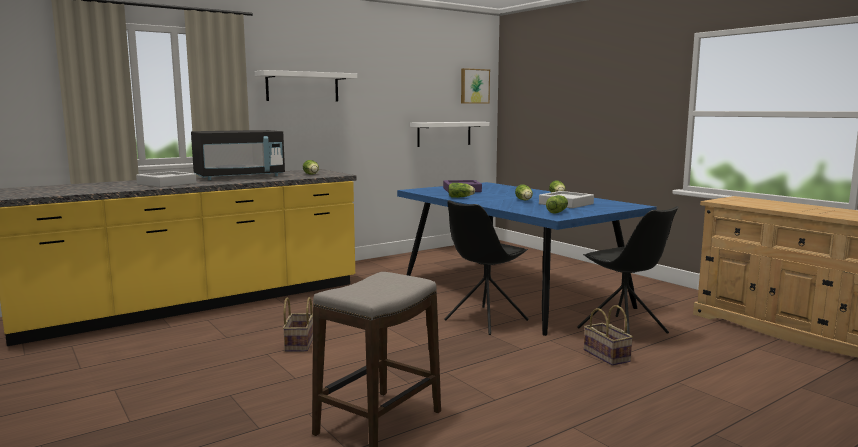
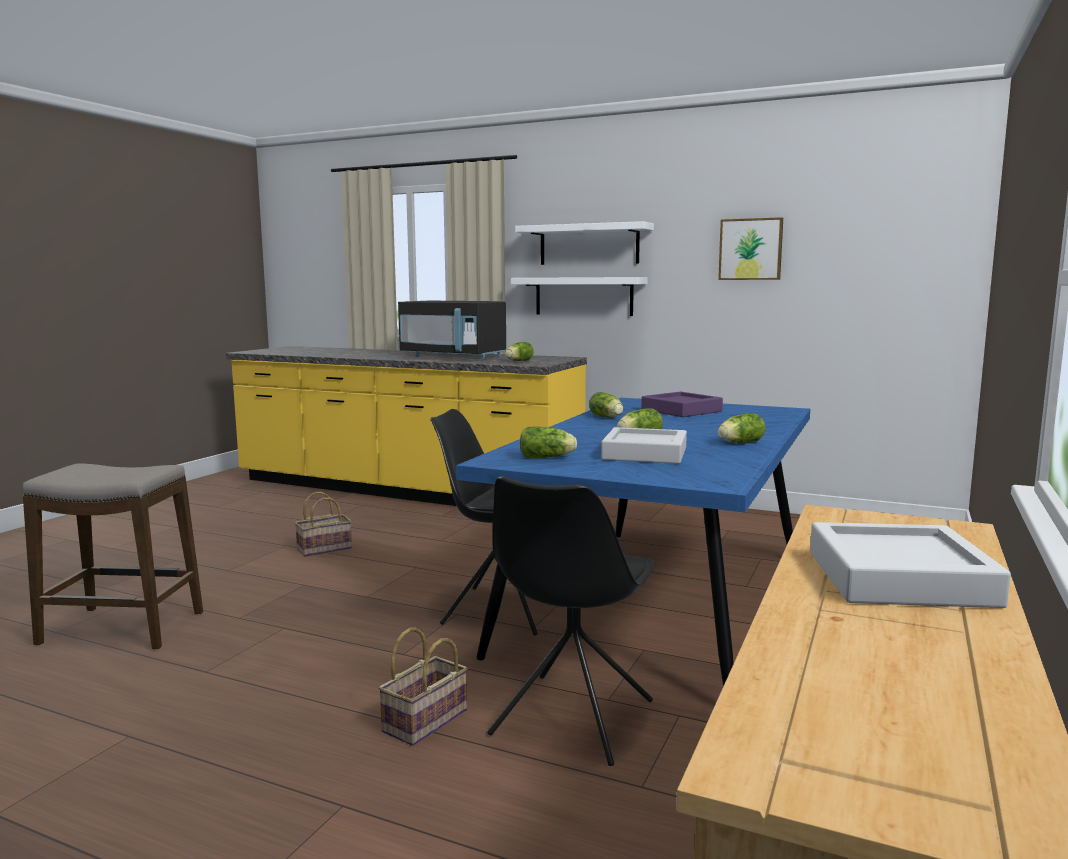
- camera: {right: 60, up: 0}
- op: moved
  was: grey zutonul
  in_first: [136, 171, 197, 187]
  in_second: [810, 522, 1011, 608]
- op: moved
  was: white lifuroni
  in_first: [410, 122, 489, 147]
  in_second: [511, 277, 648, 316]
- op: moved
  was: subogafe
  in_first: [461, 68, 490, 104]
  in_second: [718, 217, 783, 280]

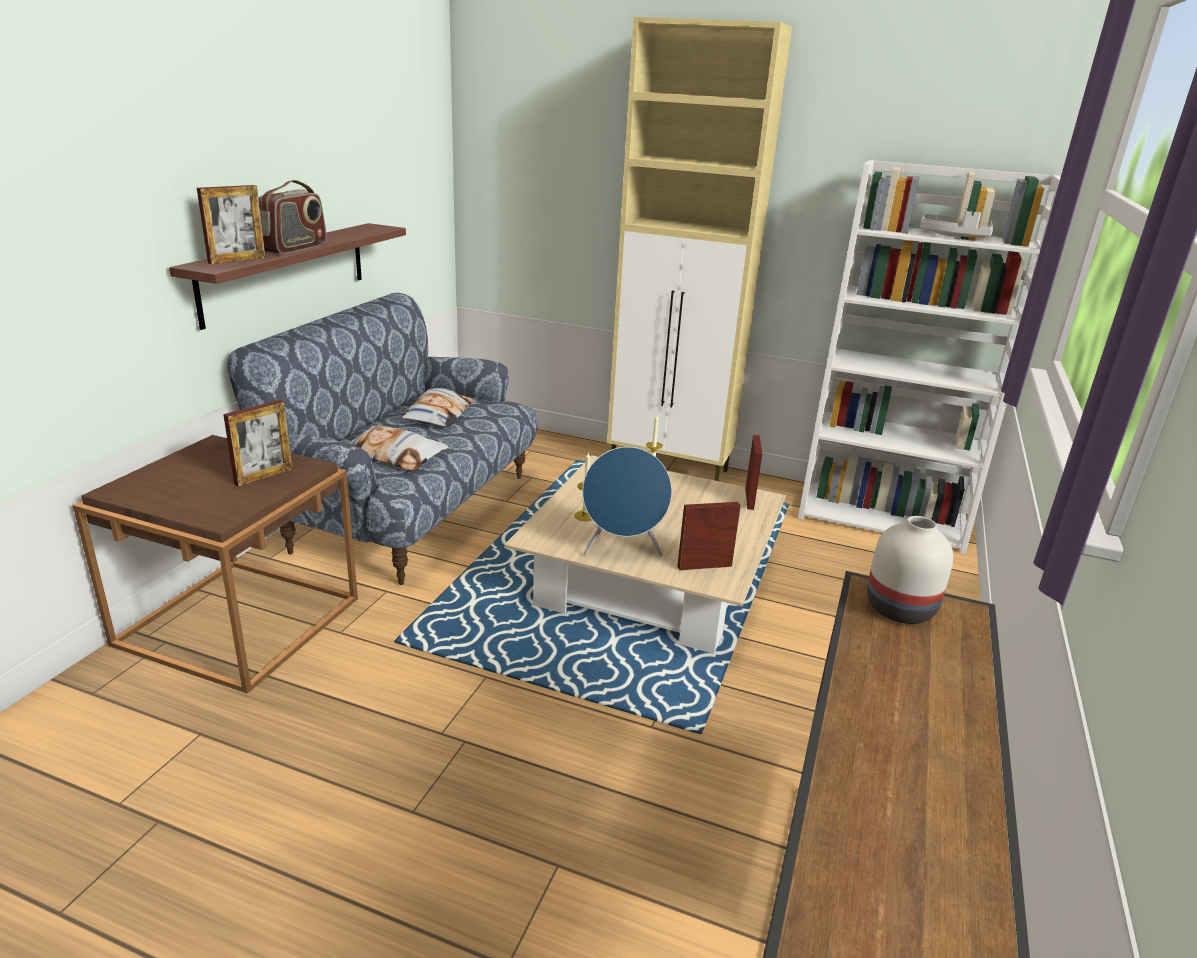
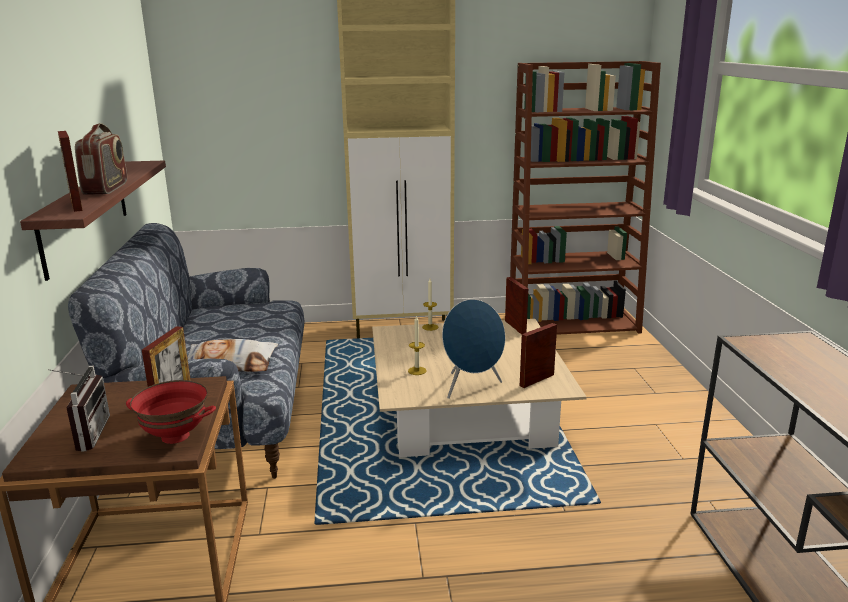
- camera: {right: -25, up: -5}
- op: turned
  was: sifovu
  in_first: [197, 185, 266, 264]
  in_second: [58, 131, 83, 212]
  clockwise: 135
- op: removed
  was: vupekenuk
  in_first: [401, 388, 474, 428]
- op: recoloured
  was: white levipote
  now: brown levipote
  in_first: [798, 160, 1061, 554]
  in_second: [510, 61, 661, 335]
- op: removed
  was: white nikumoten
  in_first: [867, 516, 953, 624]
- op: removed
  was: grey zutonul
  in_first: [920, 211, 993, 237]
- op: added
  now: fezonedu
  in_second: [48, 366, 110, 452]
- op: added
  now: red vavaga
  in_second: [126, 380, 216, 444]

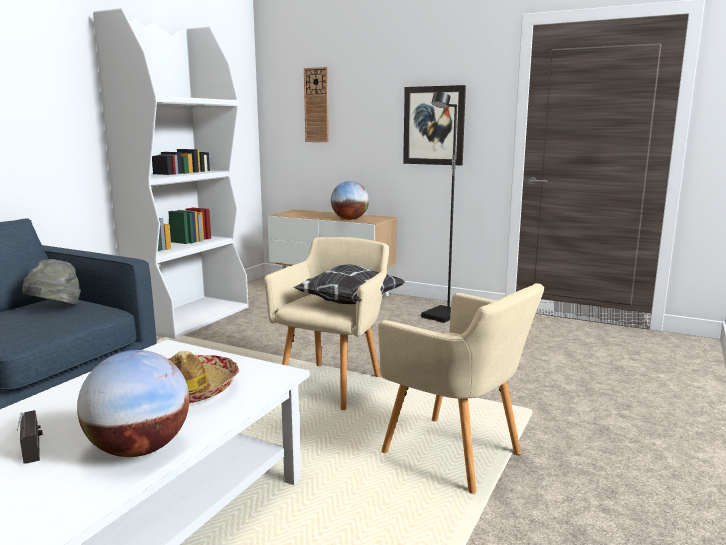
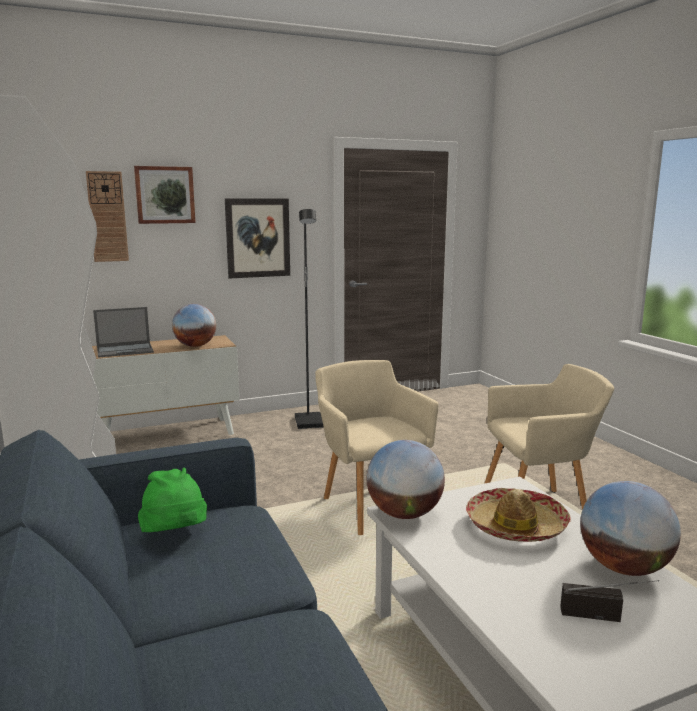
- camera: {right: -50, up: 0}
- op: recoloured
  was: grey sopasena
  now: green sopasena
  in_first: [22, 259, 81, 305]
  in_second: [138, 468, 207, 532]
- op: removed
  was: vupekenuk
  in_first: [293, 264, 405, 304]
- op: added
  now: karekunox
  in_second: [93, 307, 154, 358]
- op: added
  now: subogafe
  in_second: [134, 166, 196, 224]
- op: added
  now: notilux
  in_second: [367, 440, 445, 519]

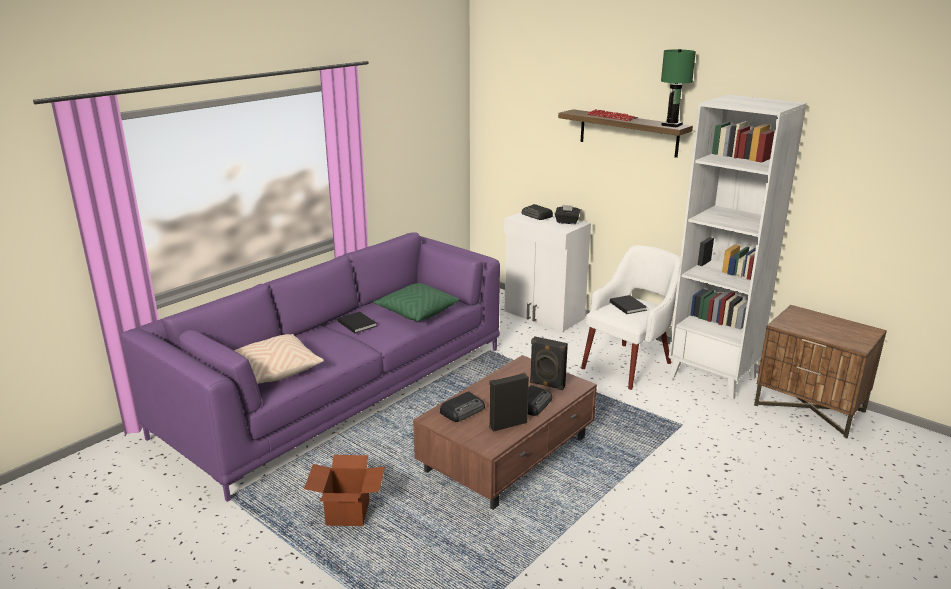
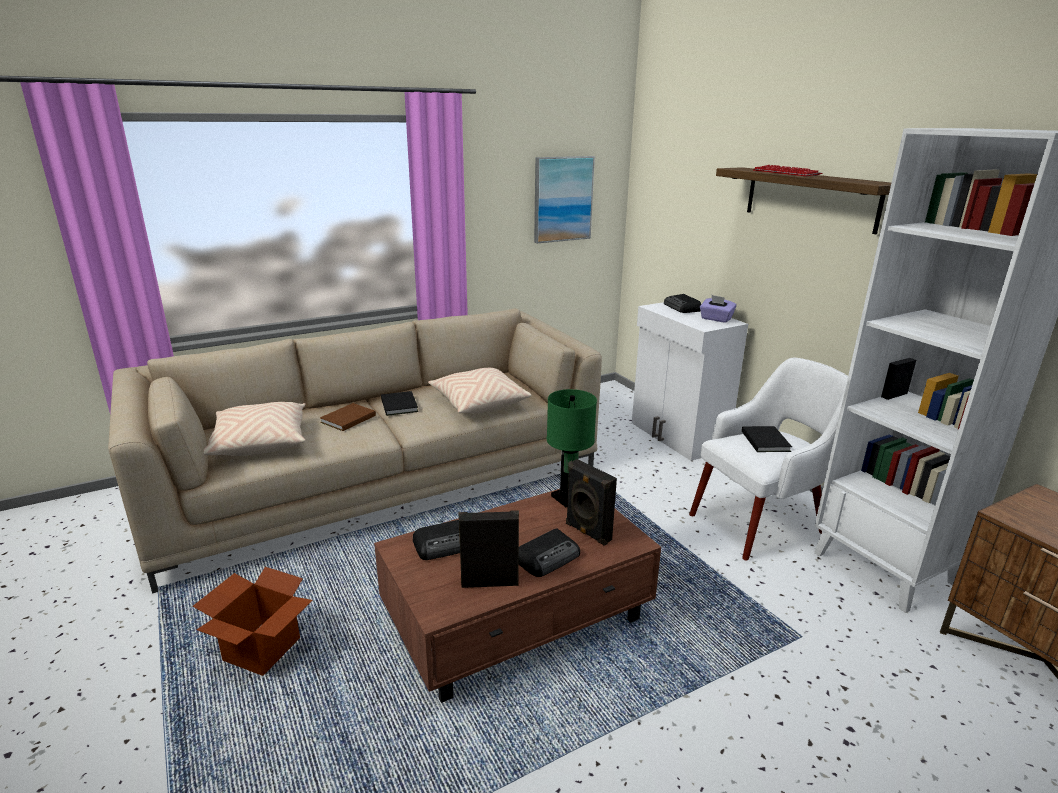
- camera: {right: 20, up: 0}
- op: recoloured
  was: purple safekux
  now: beige safekux
  in_first: [121, 232, 500, 502]
  in_second: [108, 308, 602, 593]
- op: recoloured
  was: green vupekenuk
  now: beige vupekenuk
  in_first: [373, 283, 459, 321]
  in_second: [428, 368, 532, 413]
- op: recoloured
  was: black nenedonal
  now: purple nenedonal
  in_first: [555, 205, 581, 224]
  in_second: [700, 295, 737, 323]
- op: moved
  was: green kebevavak
  in_first: [661, 49, 696, 127]
  in_second: [547, 389, 597, 507]
- op: added
  now: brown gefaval
  in_second: [320, 403, 376, 431]
- op: added
  now: subogafe
  in_second: [534, 156, 595, 243]

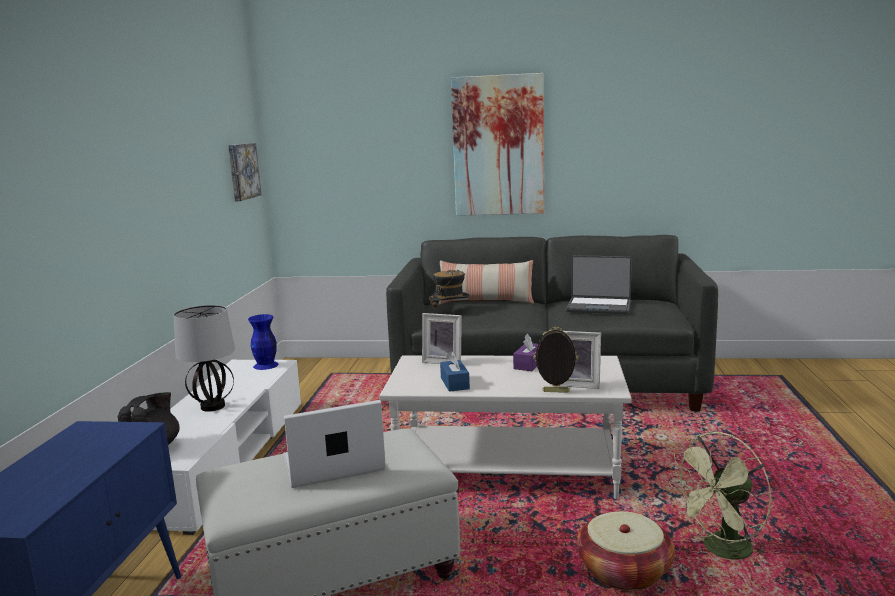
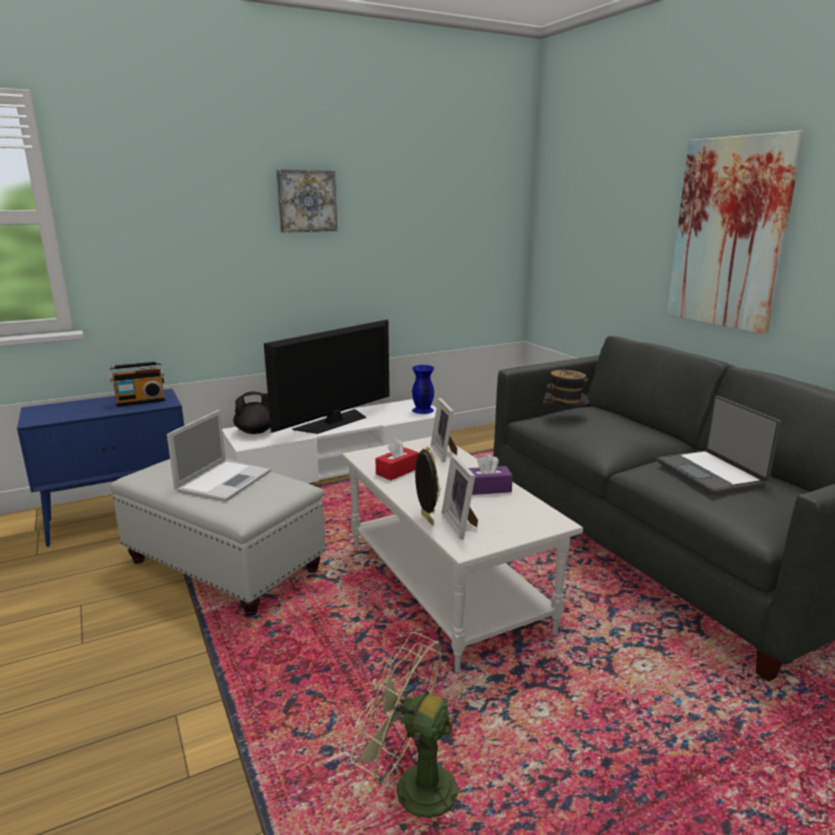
- camera: {right: 55, up: 5}
- op: replaced
  was: kebevavak
  now: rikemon
  in_first: [174, 305, 235, 412]
  in_second: [264, 320, 390, 434]
- op: moved
  was: subogafe
  in_first: [228, 143, 261, 201]
  in_second: [276, 170, 337, 233]
- op: turned
  was: karekunox
  in_first: [283, 400, 386, 488]
  in_second: [167, 410, 271, 502]
  clockwise: 75
- op: removed
  was: vupekenuk
  in_first: [438, 260, 534, 305]
- op: recoloured
  was: blue nenedonal
  now: red nenedonal
  in_first: [440, 351, 470, 392]
  in_second: [375, 439, 419, 481]
- op: removed
  was: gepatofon
  in_first: [577, 511, 675, 591]
- op: added
  now: fezonedu
  in_second: [109, 361, 165, 407]

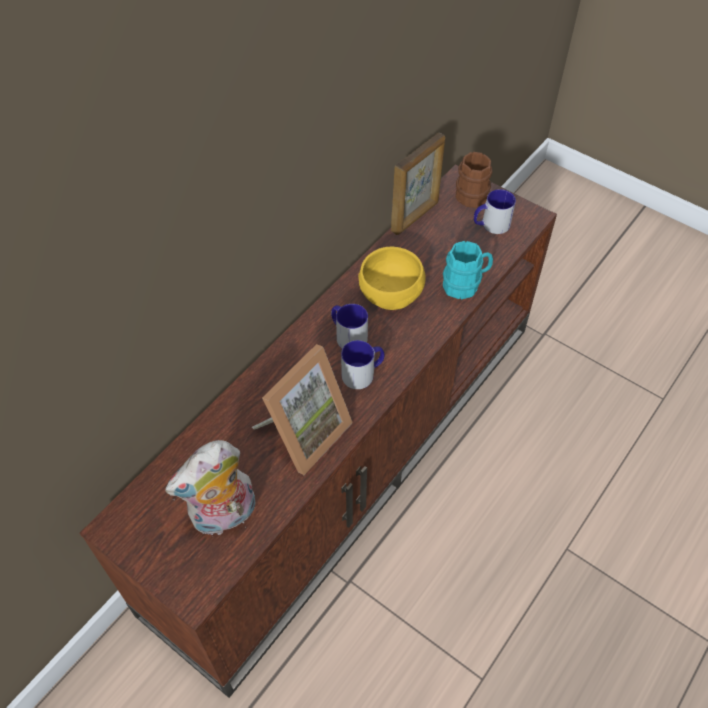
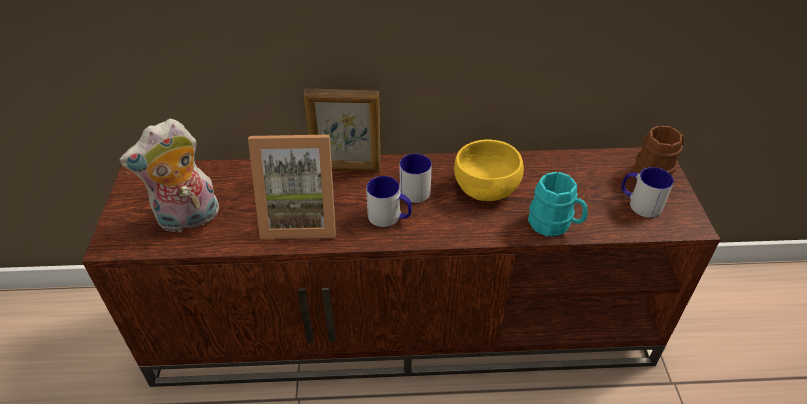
- camera: {right: 50, up: -10}
- op: turned
  was: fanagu
  in_first: [165, 440, 255, 535]
  in_second: [119, 119, 219, 234]
  clockwise: -45
- op: moved
  was: sifovu
  in_first: [391, 133, 445, 235]
  in_second: [304, 88, 381, 172]

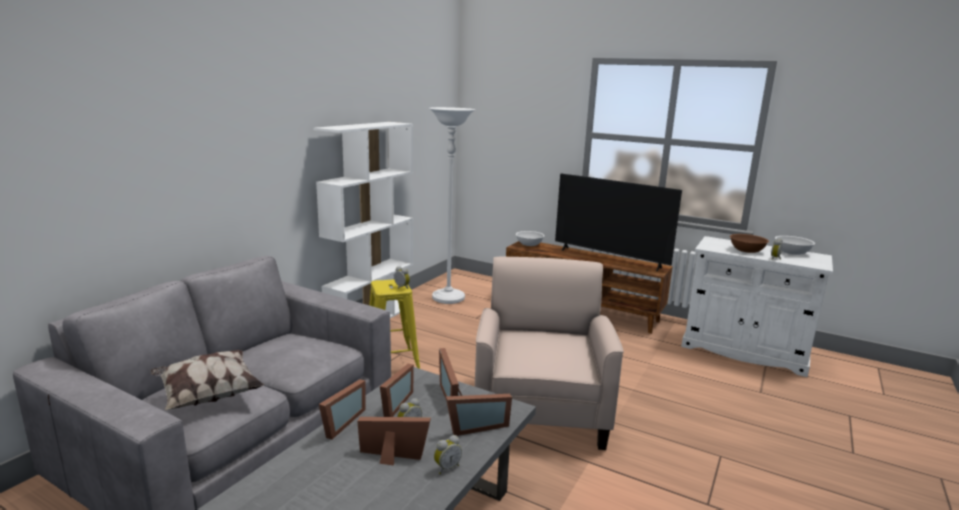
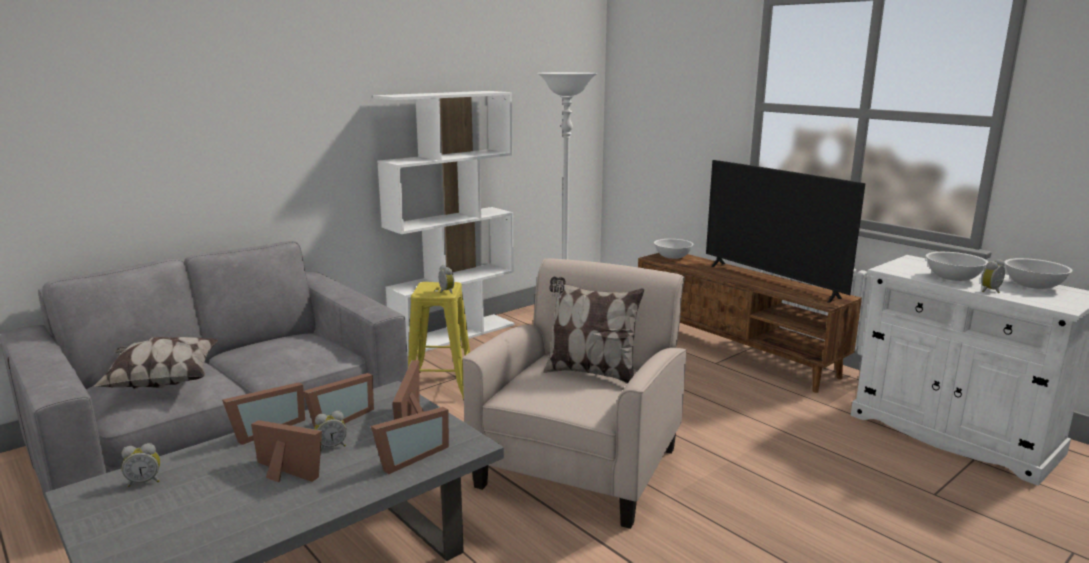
- camera: {right: 20, up: 0}
- op: moved
  was: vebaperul
  in_first: [434, 435, 462, 474]
  in_second: [121, 443, 160, 487]
- op: turned
  was: sifovu
  in_first: [446, 394, 512, 436]
  in_second: [371, 407, 449, 474]
  clockwise: -45
- op: recoloured
  was: brown vavaga
  now: white vavaga
  in_first: [730, 234, 769, 253]
  in_second: [926, 252, 988, 281]
- op: added
  now: vupekenuk
  in_second: [543, 276, 644, 383]

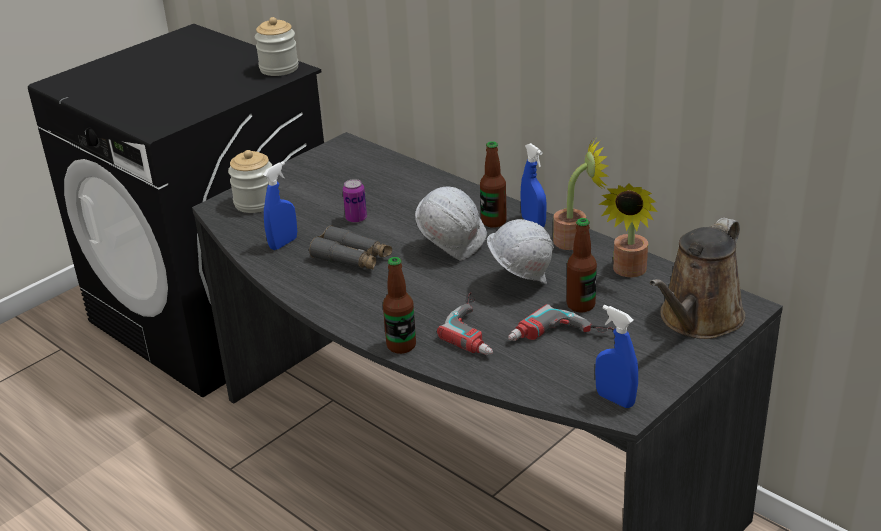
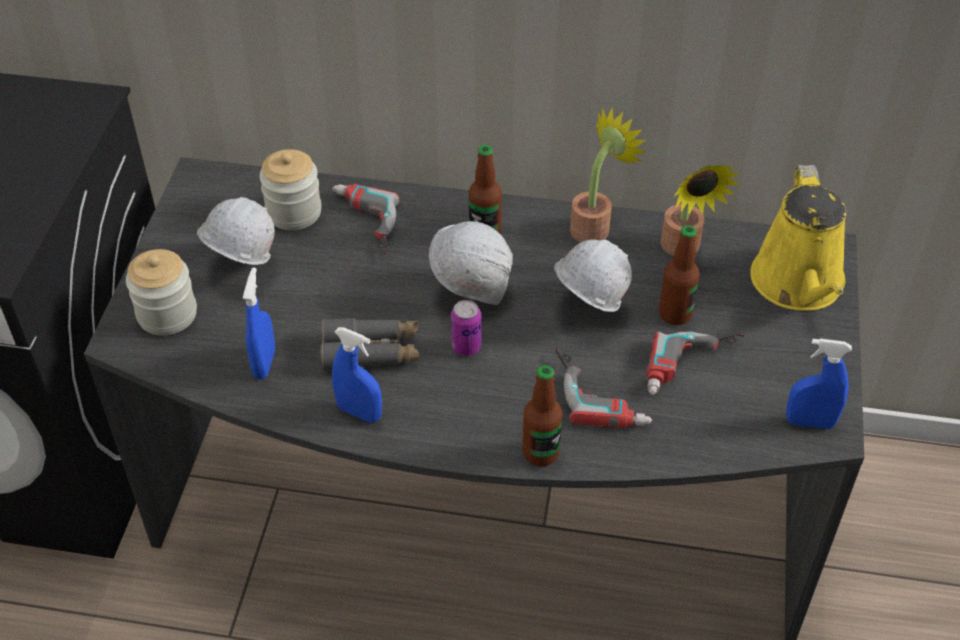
- camera: {right: -35, up: 15}
- op: moved
  was: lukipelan
  in_first: [255, 17, 299, 76]
  in_second: [259, 149, 322, 230]
- op: moved
  was: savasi
  in_first: [343, 179, 367, 223]
  in_second: [451, 300, 481, 356]
- op: moved
  was: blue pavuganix
  in_first: [521, 143, 547, 227]
  in_second: [332, 327, 382, 423]
- op: recoloured
  was: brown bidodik
  now: yellow bidodik
  in_first: [650, 217, 745, 339]
  in_second: [750, 165, 846, 311]
- op: added
  now: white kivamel
  in_second: [197, 197, 275, 265]
- op: added
  now: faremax
  in_second: [332, 184, 399, 257]

